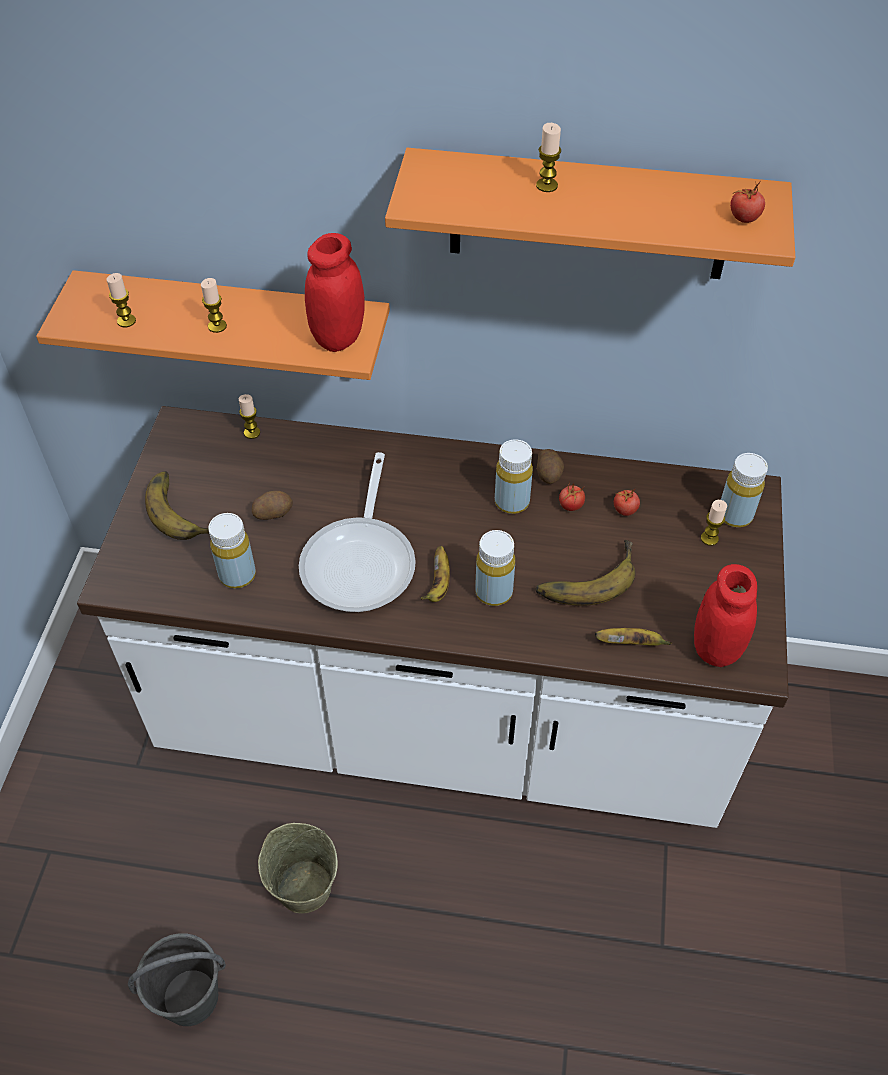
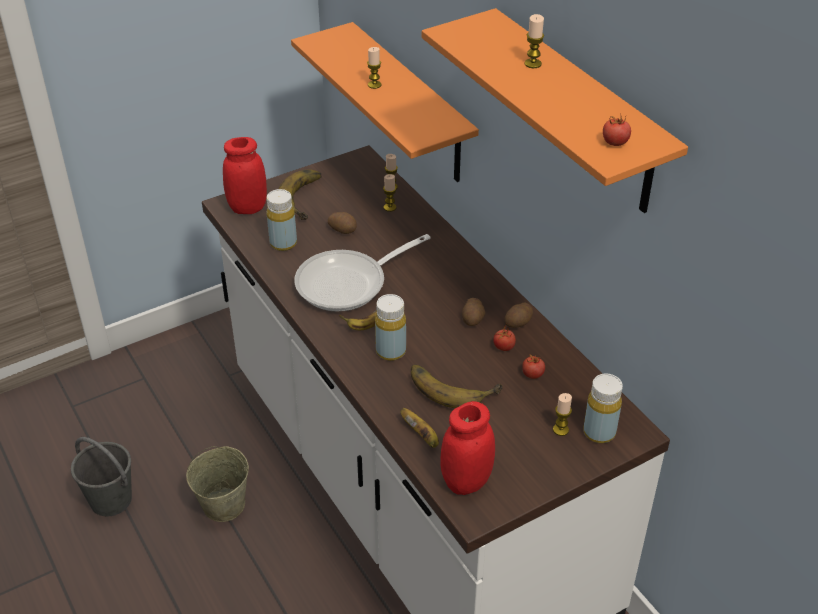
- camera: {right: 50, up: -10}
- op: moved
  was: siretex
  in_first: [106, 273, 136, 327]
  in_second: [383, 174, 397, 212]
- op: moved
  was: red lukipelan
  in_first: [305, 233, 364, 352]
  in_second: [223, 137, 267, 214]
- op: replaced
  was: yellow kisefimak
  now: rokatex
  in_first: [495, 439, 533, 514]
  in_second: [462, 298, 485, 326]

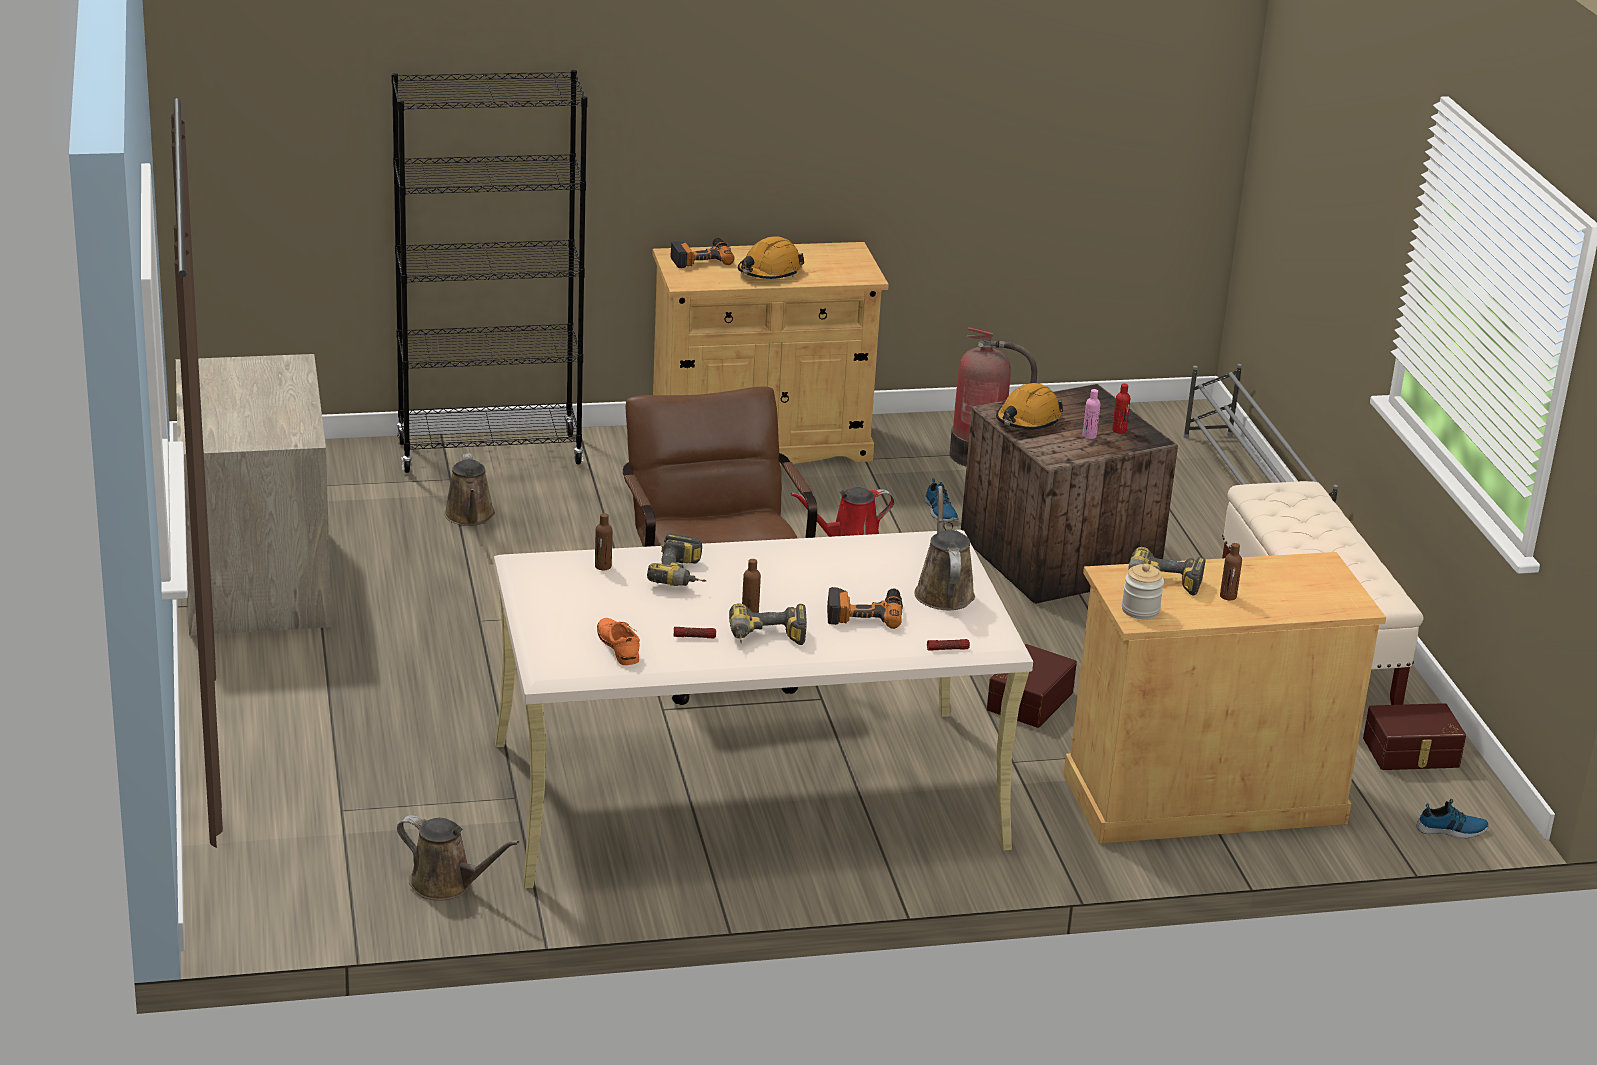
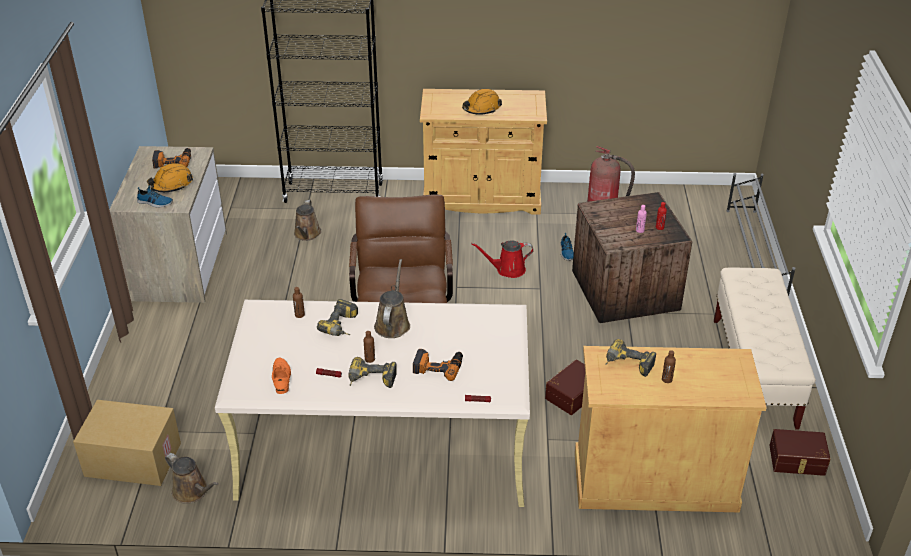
- camera: {right: 15, up: 10}
- op: moved
  was: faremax
  in_first: [670, 238, 735, 268]
  in_second: [152, 148, 191, 169]
- op: moved
  was: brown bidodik
  in_first: [914, 486, 975, 610]
  in_second: [374, 259, 410, 338]
- op: moved
  was: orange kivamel
  in_first: [996, 383, 1063, 429]
  in_second: [147, 163, 193, 192]
- op: removed
  was: lukipelan
  in_first: [1122, 564, 1164, 619]
- op: moved
  was: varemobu
  in_first: [1417, 799, 1489, 838]
  in_second: [137, 186, 173, 207]
- op: added
  now: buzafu
  in_second: [73, 400, 181, 486]

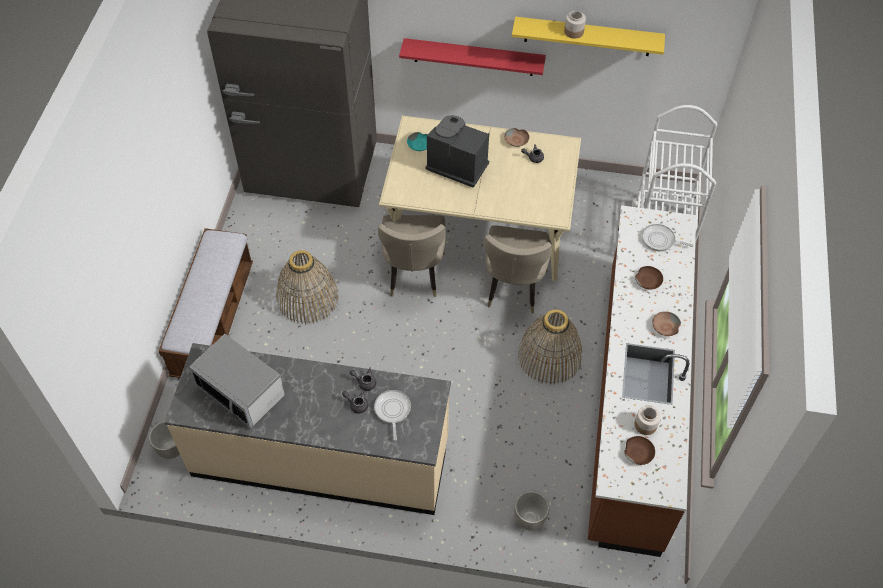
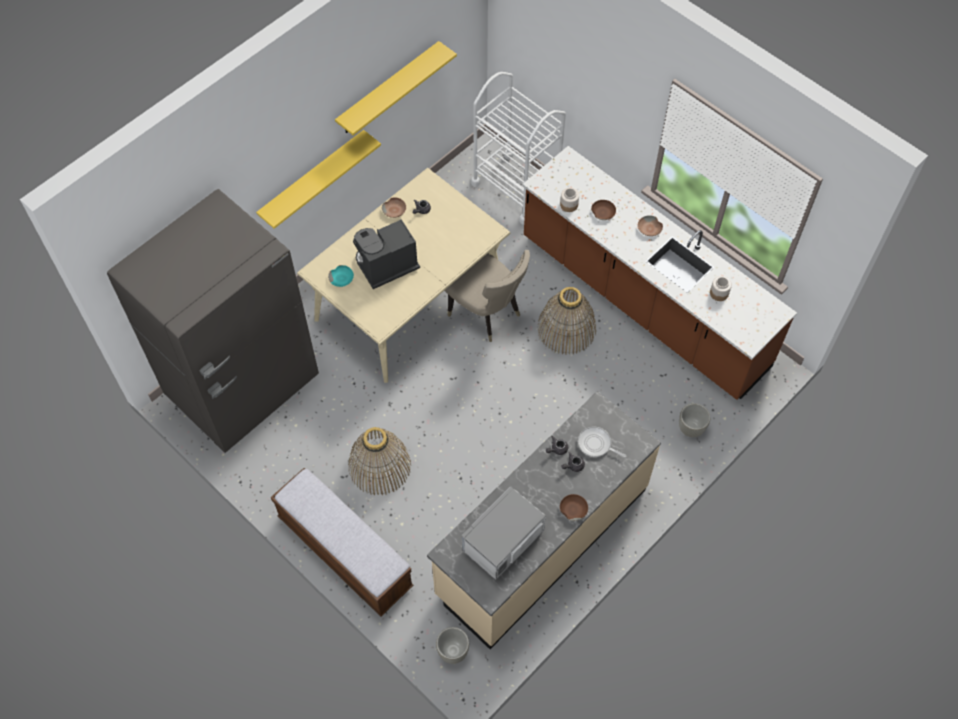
- camera: {right: -55, up: 5}
- op: turned
  was: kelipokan
  in_first: [189, 334, 285, 429]
  in_second: [462, 486, 546, 580]
  clockwise: 150
- op: removed
  was: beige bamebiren
  in_first: [378, 215, 446, 297]
- op: recoloured
  was: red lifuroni
  now: yellow lifuroni
  in_first: [399, 38, 546, 76]
  in_second: [256, 130, 381, 229]
- op: moved
  was: lukipelan
  in_first: [564, 11, 586, 39]
  in_second: [560, 187, 579, 212]
- op: moved
  was: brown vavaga
  in_first: [624, 436, 655, 465]
  in_second: [560, 494, 588, 521]
- op: removed
  was: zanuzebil
  in_first: [642, 224, 693, 251]

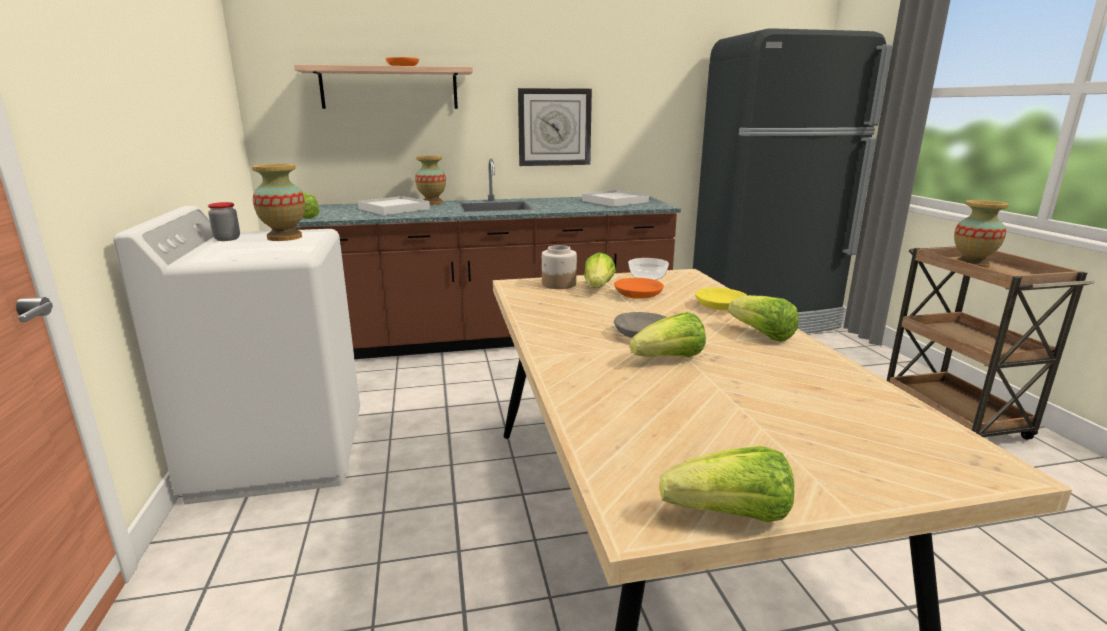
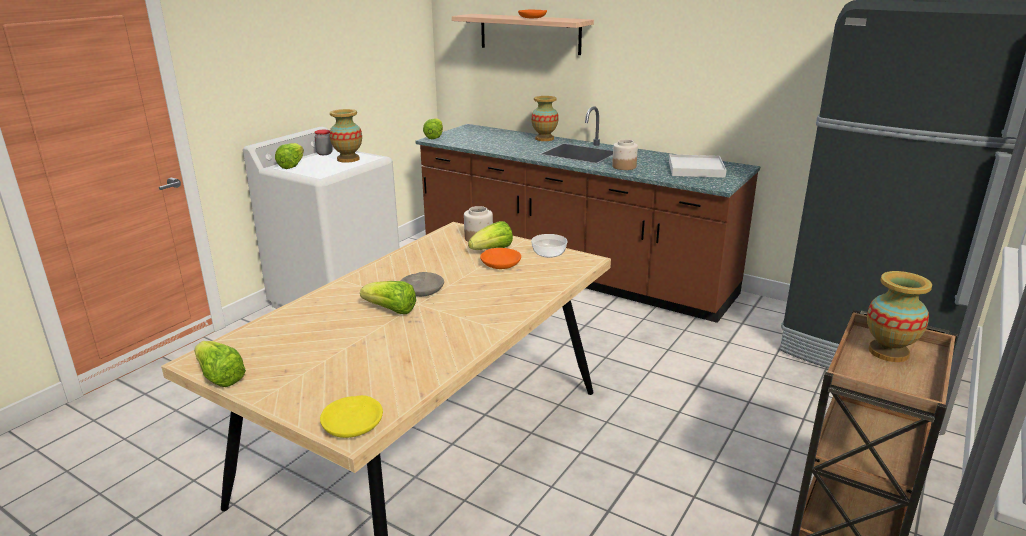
- camera: {right: 45, up: 5}
- op: removed
  was: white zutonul
  in_first: [358, 196, 430, 215]
- op: removed
  was: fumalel
  in_first: [518, 88, 592, 166]
- op: moved
  was: yellow vavaga
  in_first: [695, 287, 748, 311]
  in_second: [320, 395, 383, 438]
- op: moved
  was: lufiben
  in_first: [728, 295, 799, 342]
  in_second: [275, 143, 304, 169]
- op: added
  now: lukipelan
  in_second: [612, 139, 638, 170]

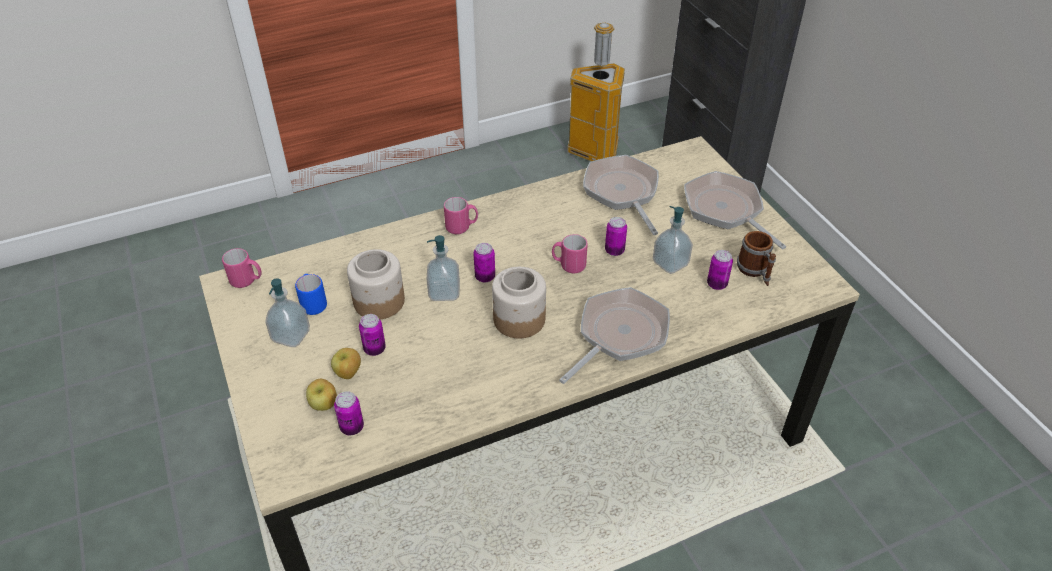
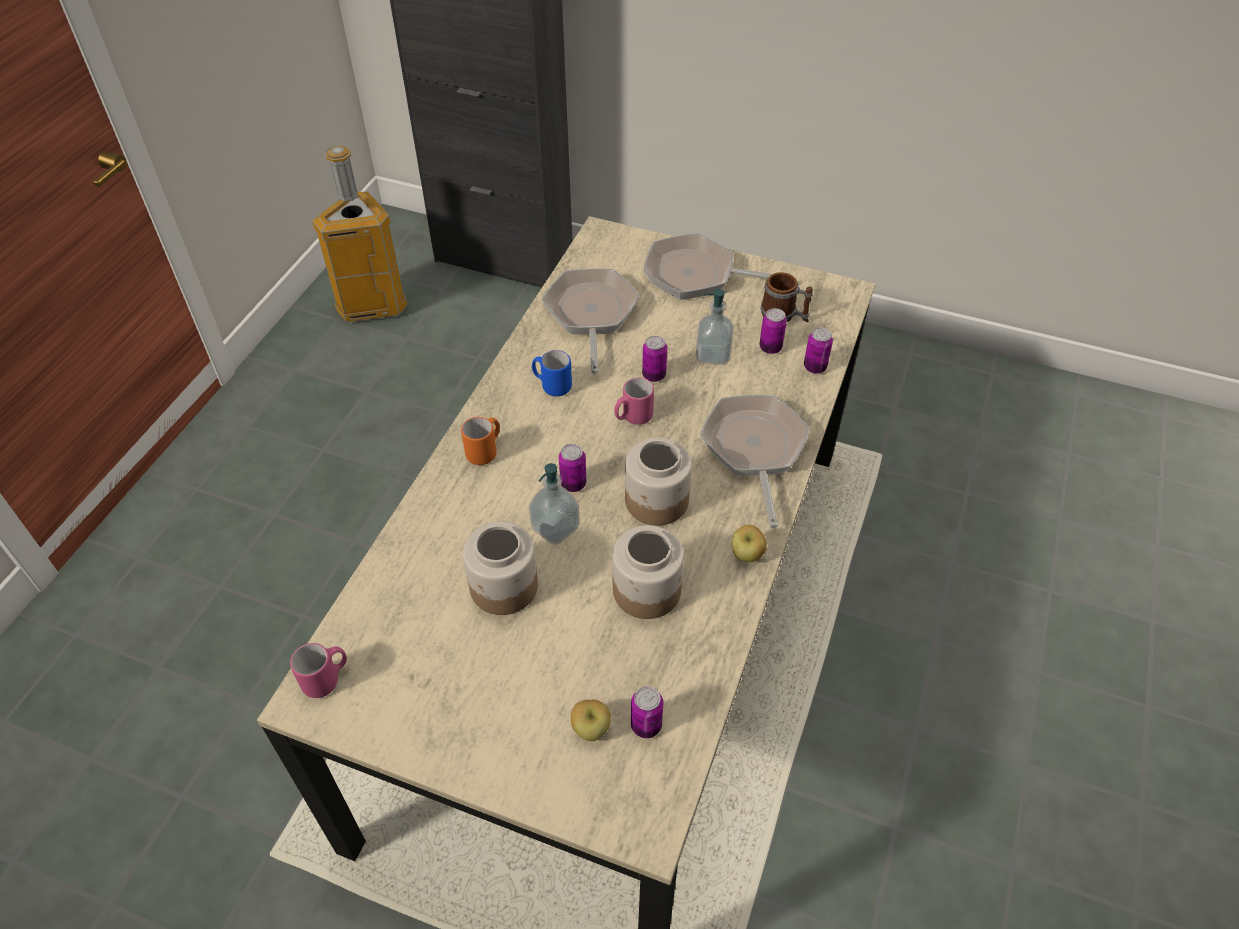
- camera: {right: -45, up: 5}
- op: removed
  was: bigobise
  in_first: [265, 278, 310, 347]
- op: moved
  was: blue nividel
  in_first: [295, 274, 327, 315]
  in_second: [532, 350, 572, 396]
- op: moved
  was: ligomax
  in_first: [331, 348, 361, 379]
  in_second: [732, 525, 767, 562]
- op: moved
  was: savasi
  in_first: [359, 314, 386, 356]
  in_second: [804, 328, 833, 373]
- op: recoloured
  was: pink nividel
  now: orange nividel
  in_first: [444, 197, 478, 234]
  in_second: [461, 417, 500, 465]
- op: turned
  was: zanuzebil
  in_first: [583, 155, 659, 235]
  in_second: [542, 268, 640, 374]
  clockwise: 60
- op: added
  now: lukipelan
  in_second: [612, 525, 684, 619]

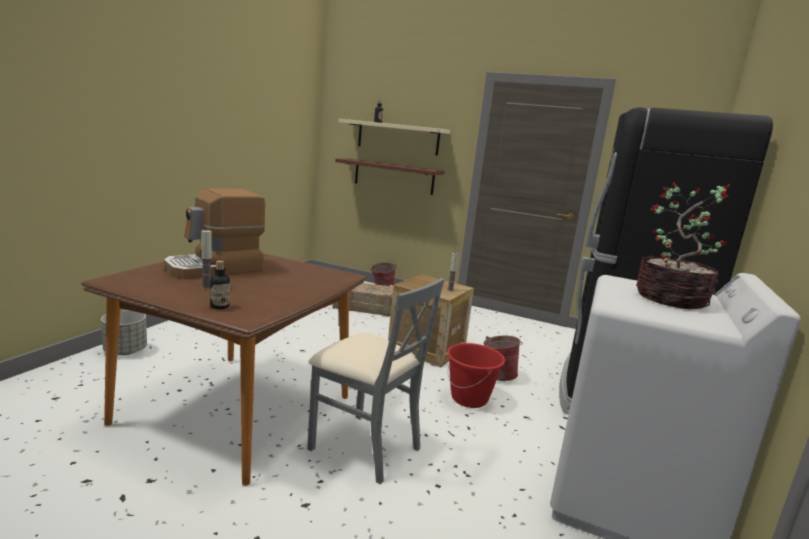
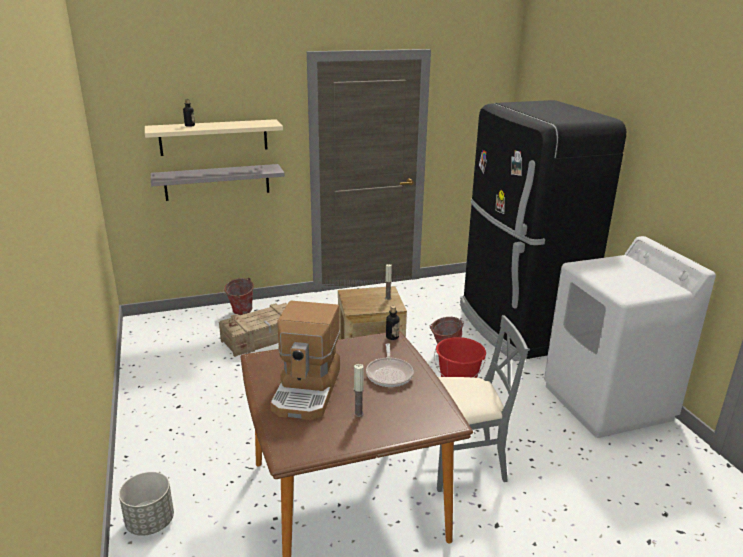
- camera: {right: -40, up: 10}
- op: moved
  was: kisefimak
  in_first: [210, 261, 230, 309]
  in_second: [386, 306, 400, 340]
- op: recoloured
  was: brown lifuroni
  now: grey lifuroni
  in_first: [335, 158, 445, 195]
  in_second: [151, 164, 285, 201]
- op: removed
  was: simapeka
  in_first: [636, 183, 730, 309]
- op: added
  now: zanuzebil
  in_second: [366, 343, 414, 387]

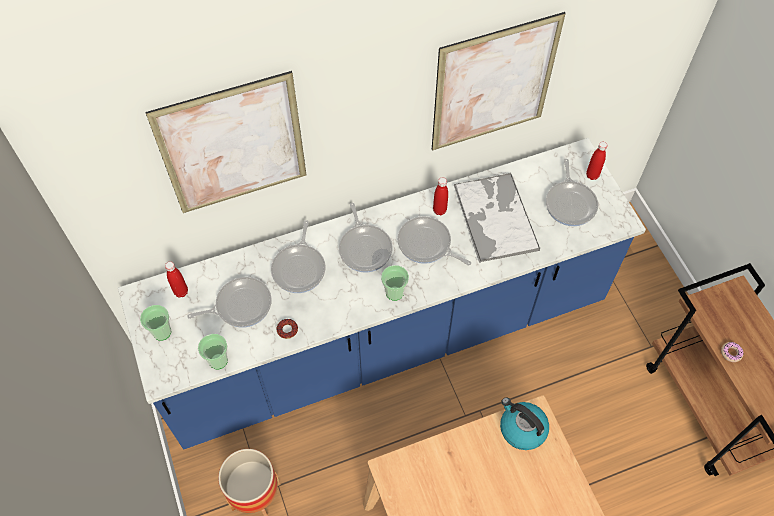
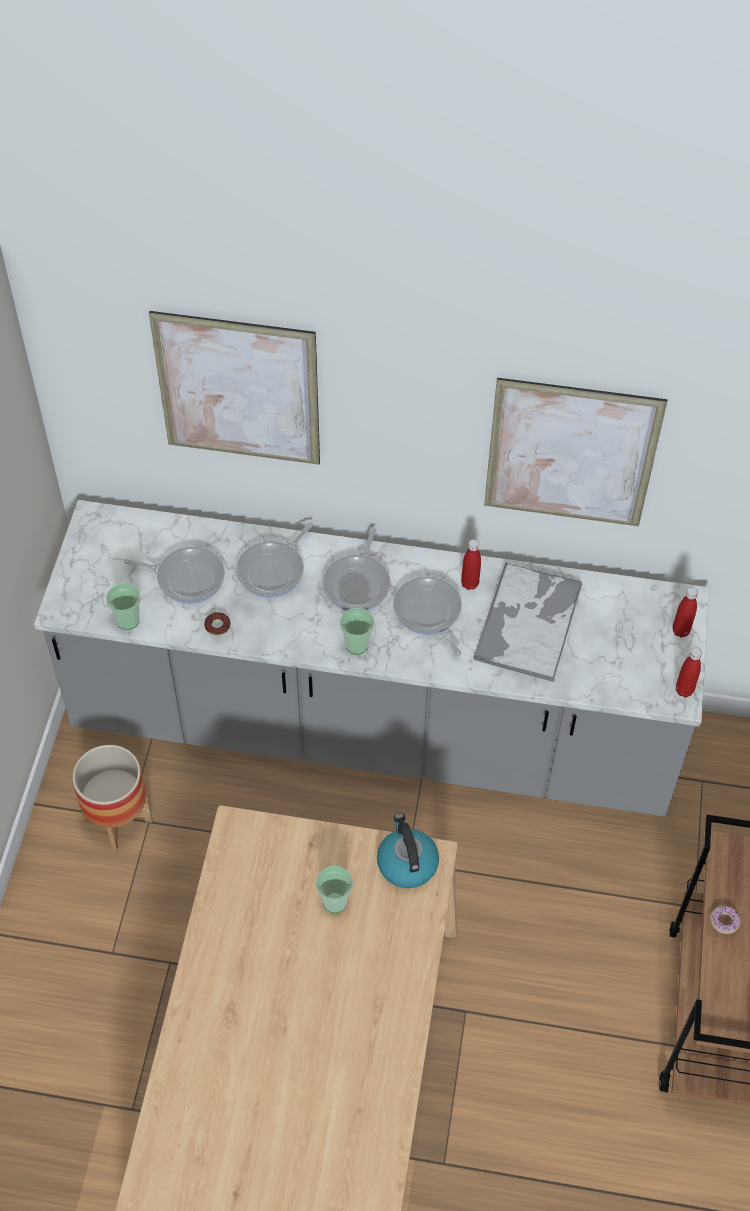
- camera: {right: 30, up: -5}
- op: recoloured
  was: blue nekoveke
  now: grey nekoveke
  in_first: [118, 138, 646, 450]
  in_second: [34, 500, 710, 816]
- op: moved
  was: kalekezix
  in_first: [140, 305, 171, 341]
  in_second: [316, 866, 353, 913]
- op: moved
  was: red kisefimak
  in_first: [165, 262, 188, 298]
  in_second: [676, 648, 702, 697]
- op: removed
  was: zanuzebil
  in_first: [546, 159, 598, 226]

